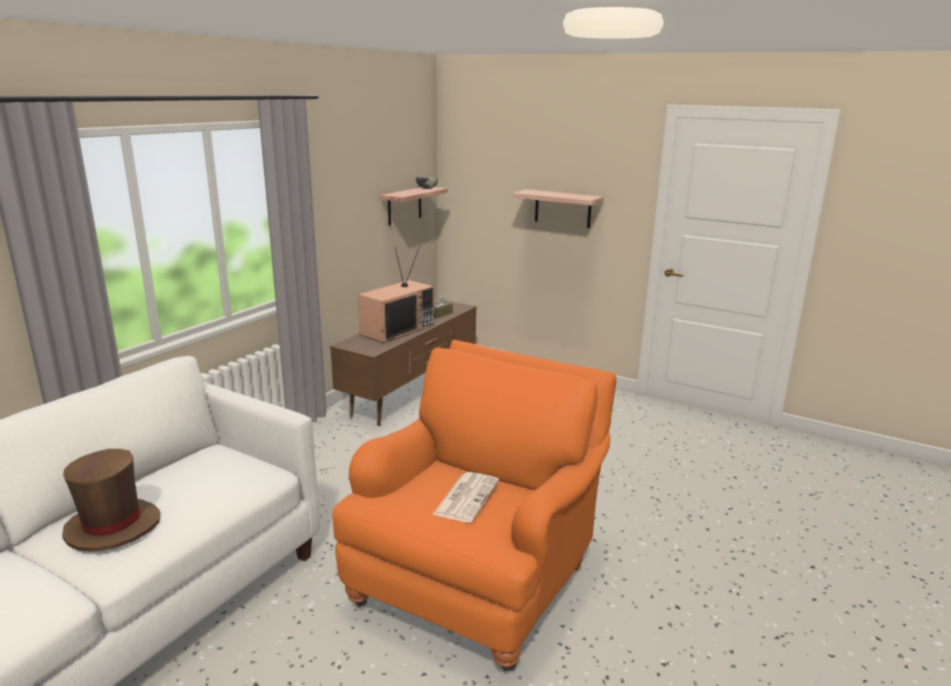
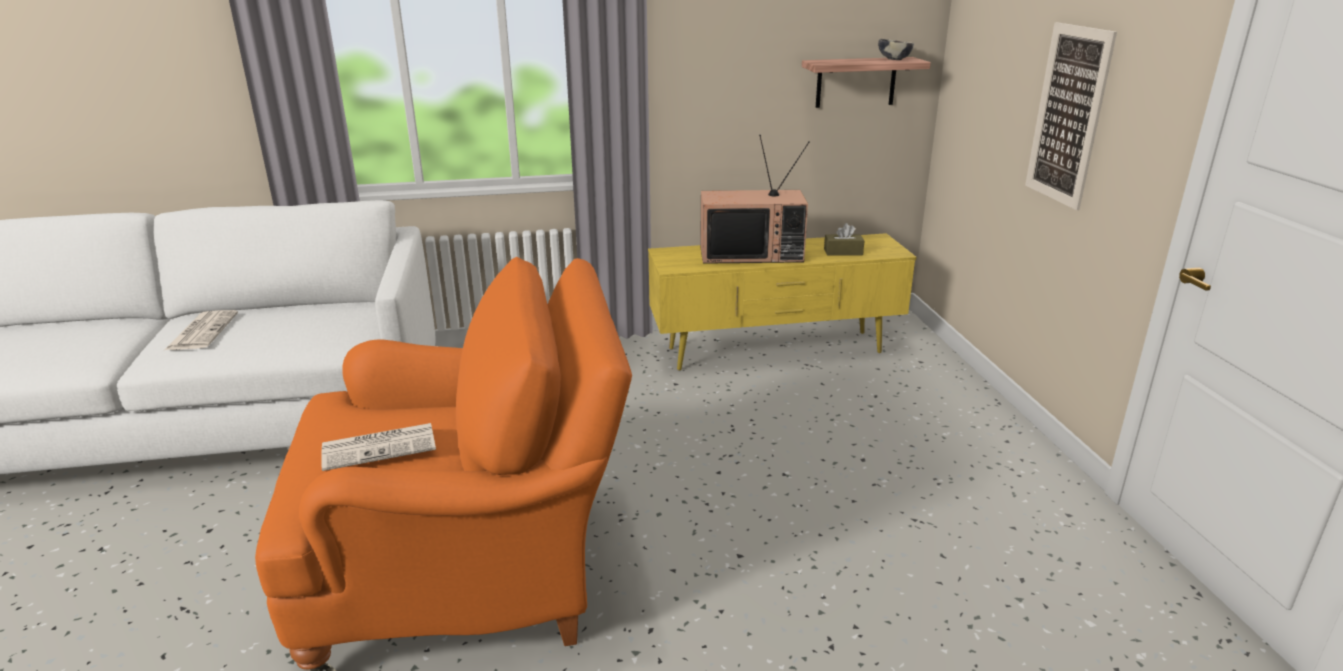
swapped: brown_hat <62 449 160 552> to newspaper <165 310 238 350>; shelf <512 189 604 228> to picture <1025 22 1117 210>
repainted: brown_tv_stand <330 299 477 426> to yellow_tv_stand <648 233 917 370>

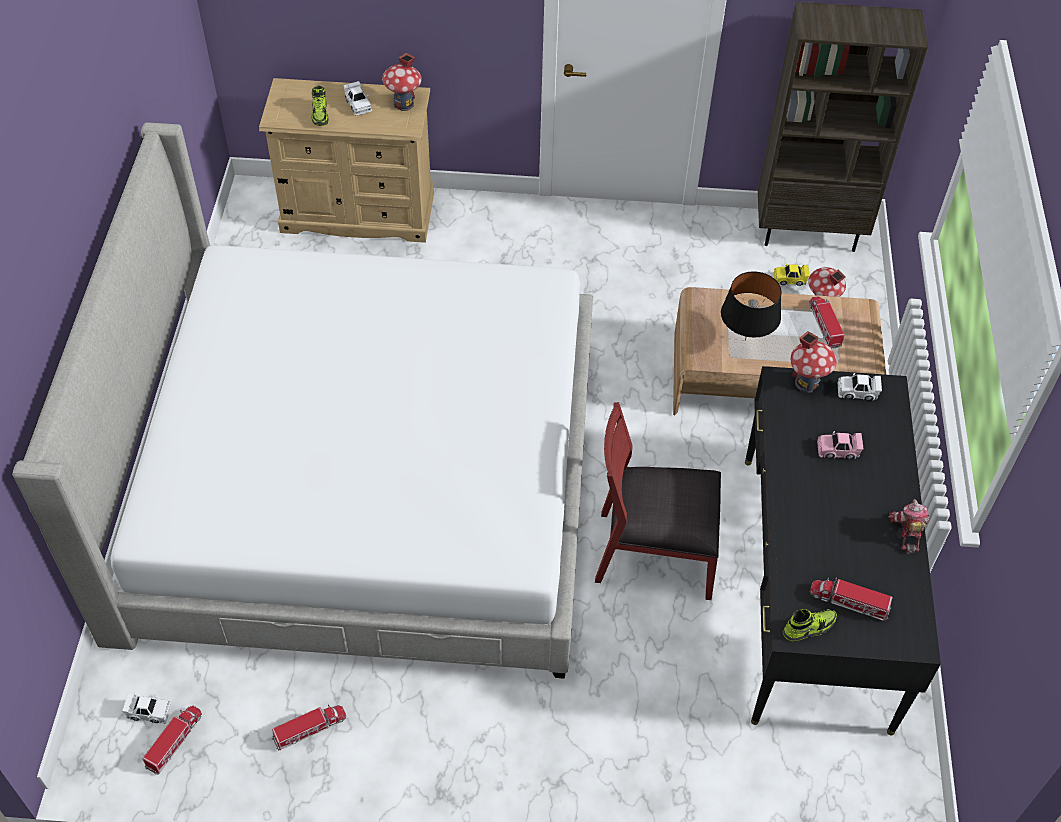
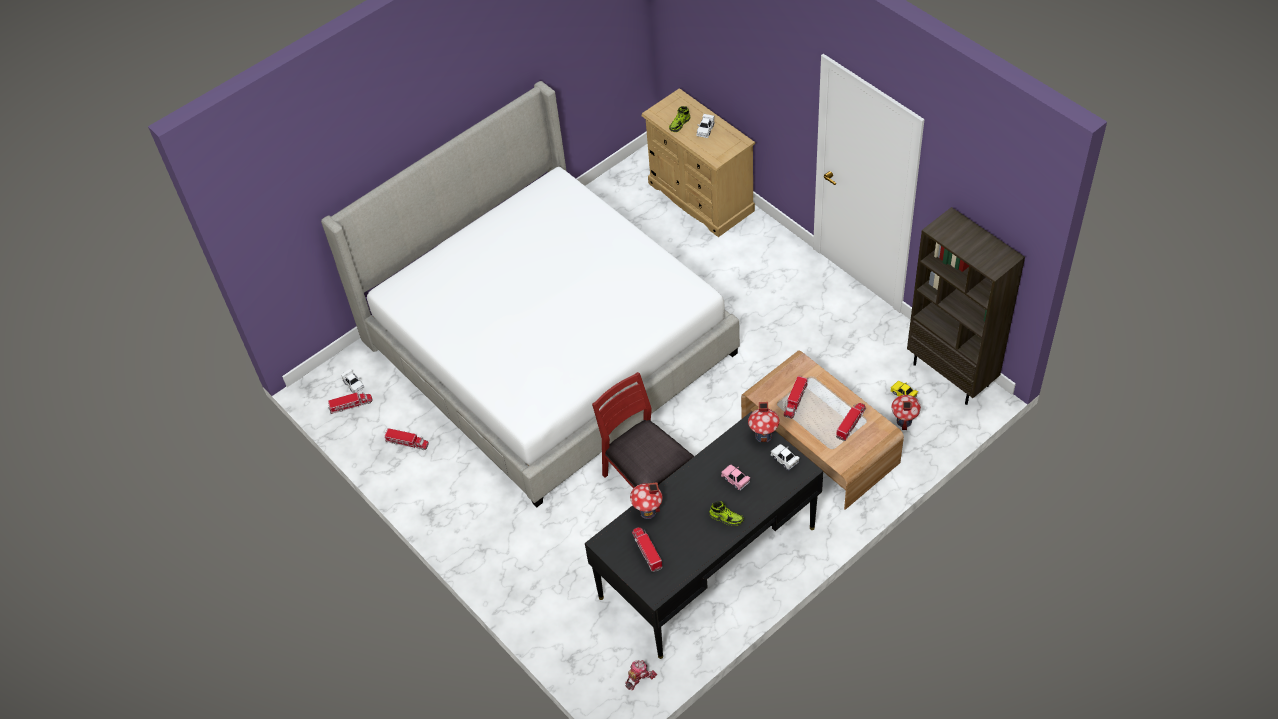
shifted: toy_house <382 53 422 111> to <630 482 663 519>; shoe <783 609 837 641> to <709 501 744 526>; toy_robot <889 499 929 554> to <625 660 657 690>
swapped: black_table_lamp <721 271 782 341> to toy_truck <784 376 807 419>

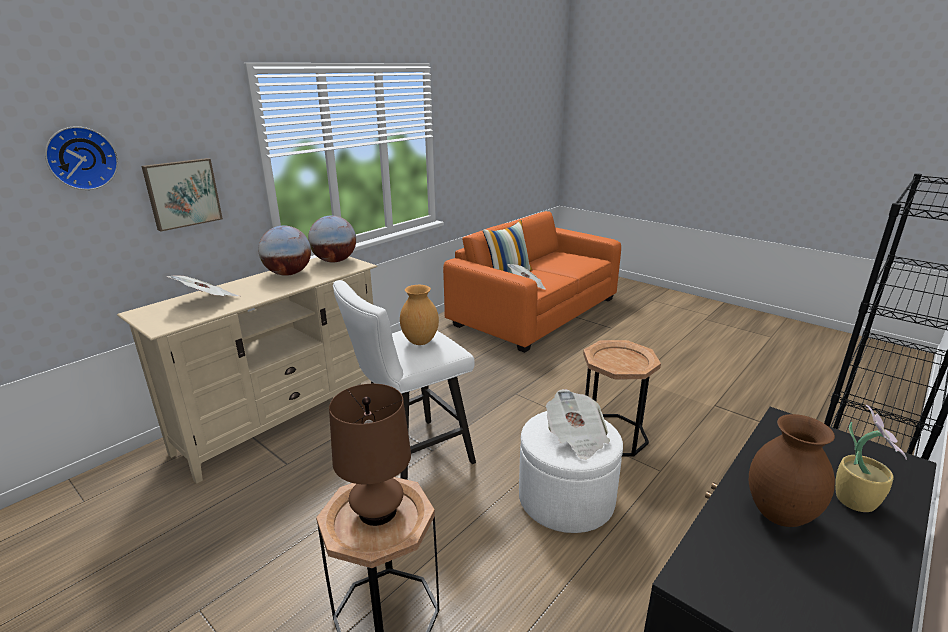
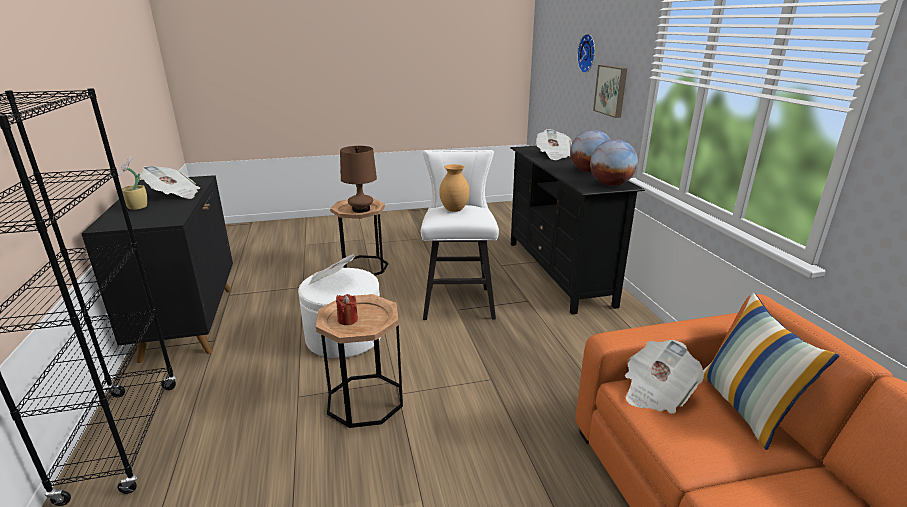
new: red_candle <336 294 358 325>
swapped: brown_vase <749 414 835 527> to newspaper <140 166 200 199>
repainted: beige_tv_stand <117 257 378 483> to black_tv_stand <511 146 645 314>

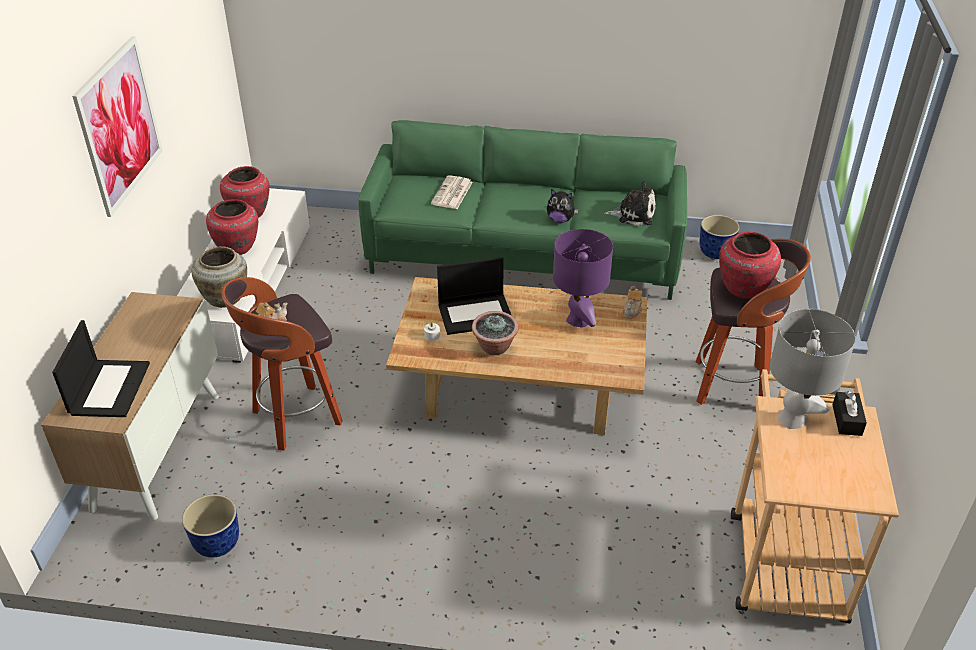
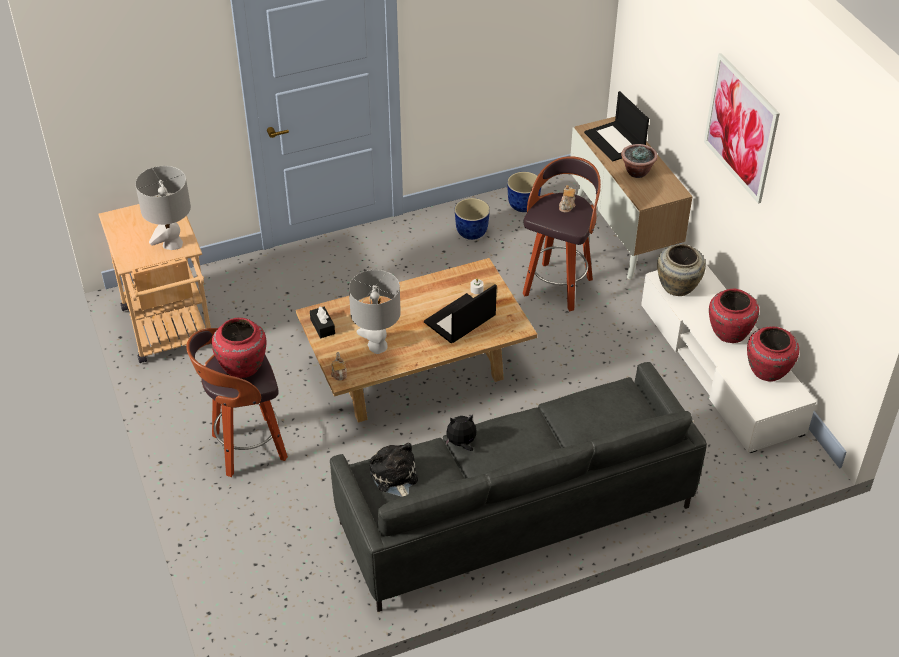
gone: newspaper <431 175 473 209>
shifted: potted_plant <472 311 519 355> to <621 144 658 178>; planter <699 215 740 259> to <455 198 490 240>; black_tissue_box <833 391 867 436> to <310 307 335 338>
repainted: green_sofa <358 120 687 300> to grey_sofa <330 362 707 612>; purple_table_lamp <553 229 613 328> to grey_table_lamp <349 270 401 354>
rotated: plush_toy <604 181 656 226> = <370 443 418 497> 90 degrees clockwise

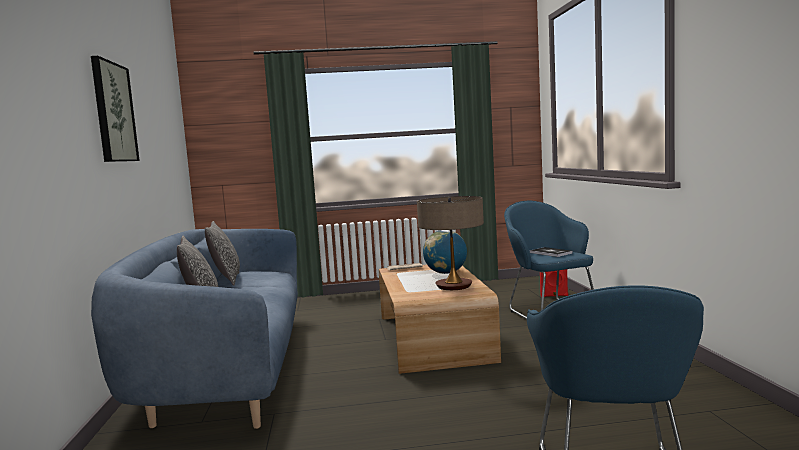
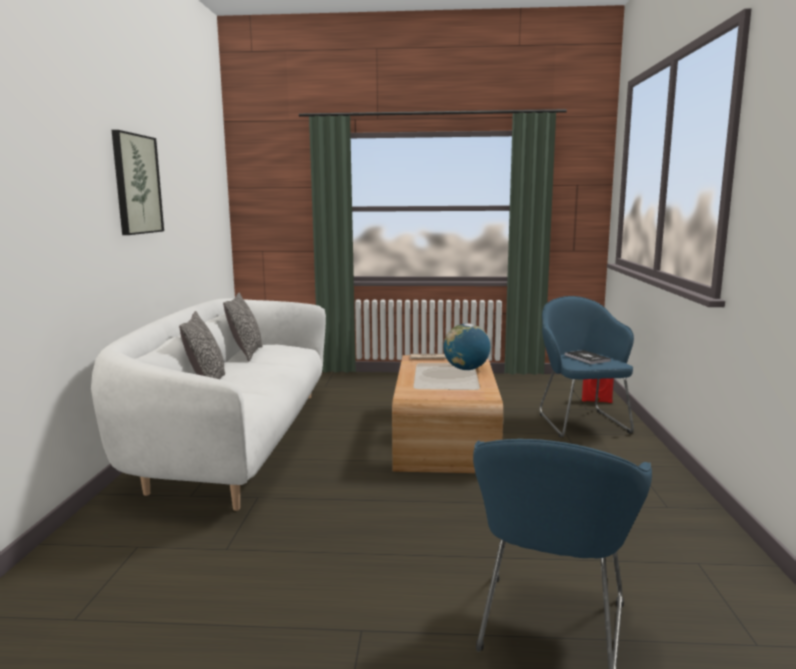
gone: table_lamp <417 196 484 290>
repainted: blue_sofa <91 229 298 429> to white_sofa <91 298 326 511>

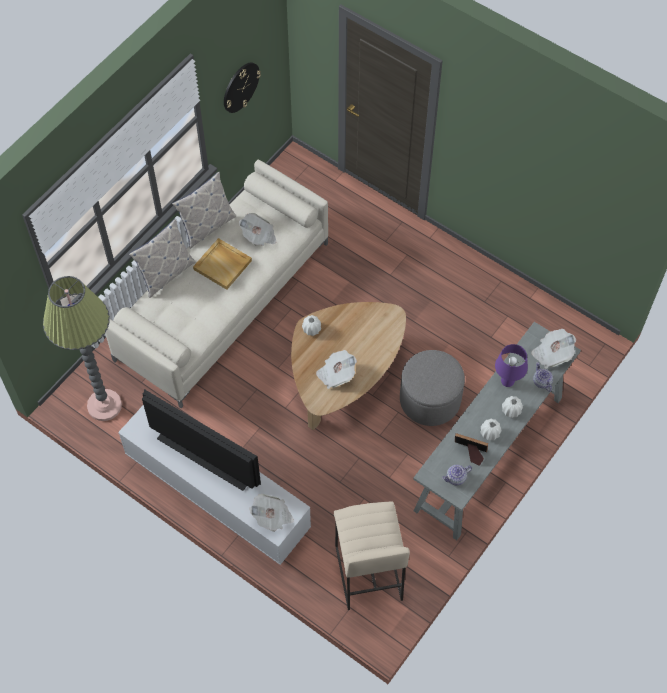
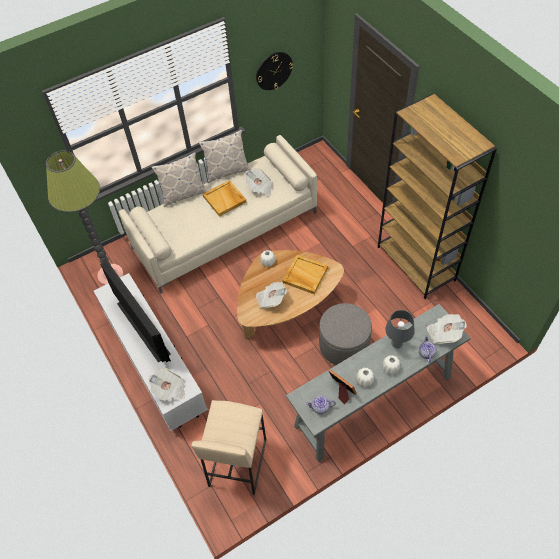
new: beige_tray <283 255 328 294>; brown_bookcase <378 94 497 299>
repainted: purple_table_lamp <495 344 528 387> to grey_table_lamp <385 310 415 349>

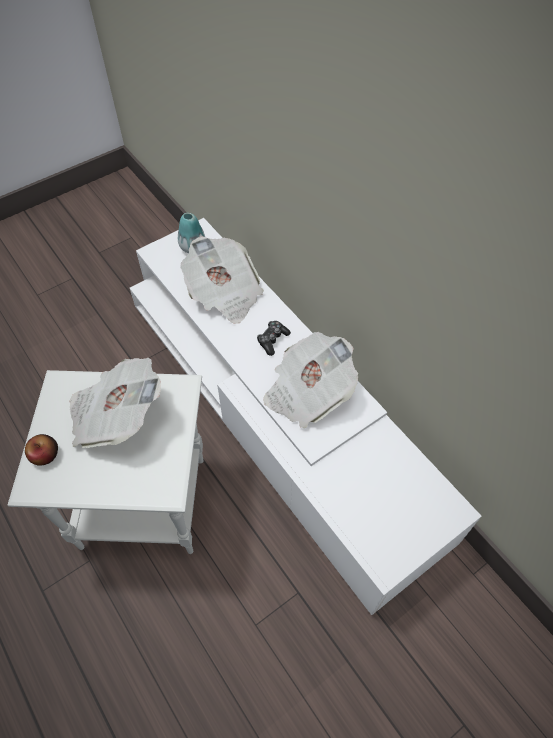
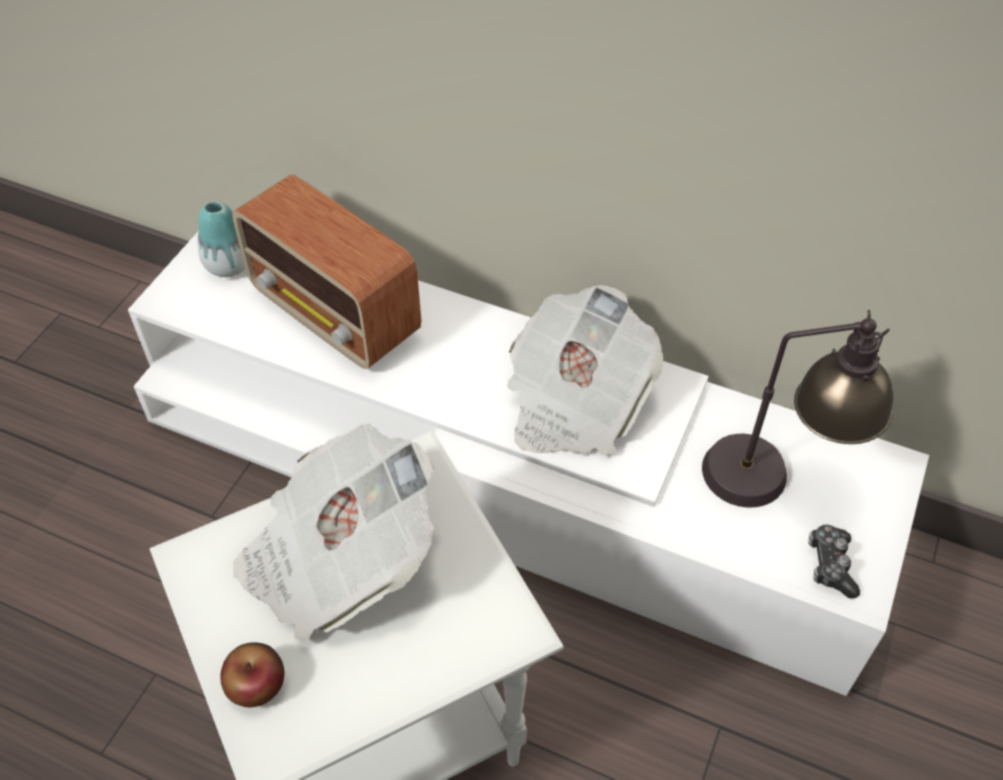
new: table_lamp <702 310 893 508>
shifted: game_controller <257 321 291 356> to <808 525 860 598>
swapped: newspaper <180 236 264 324> to radio <232 174 421 369>

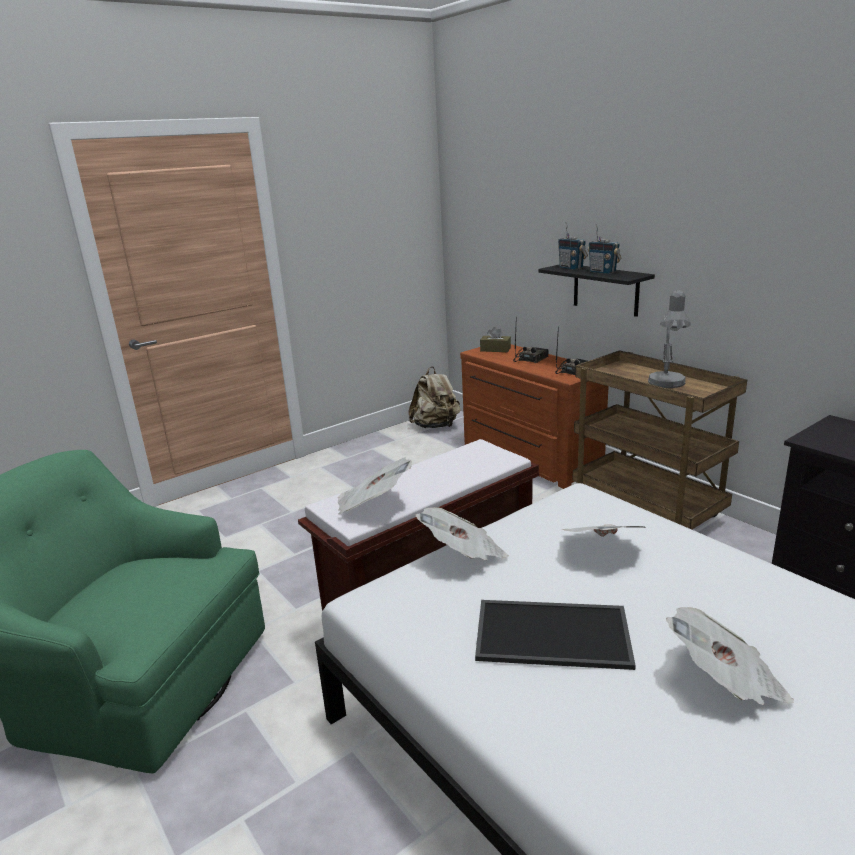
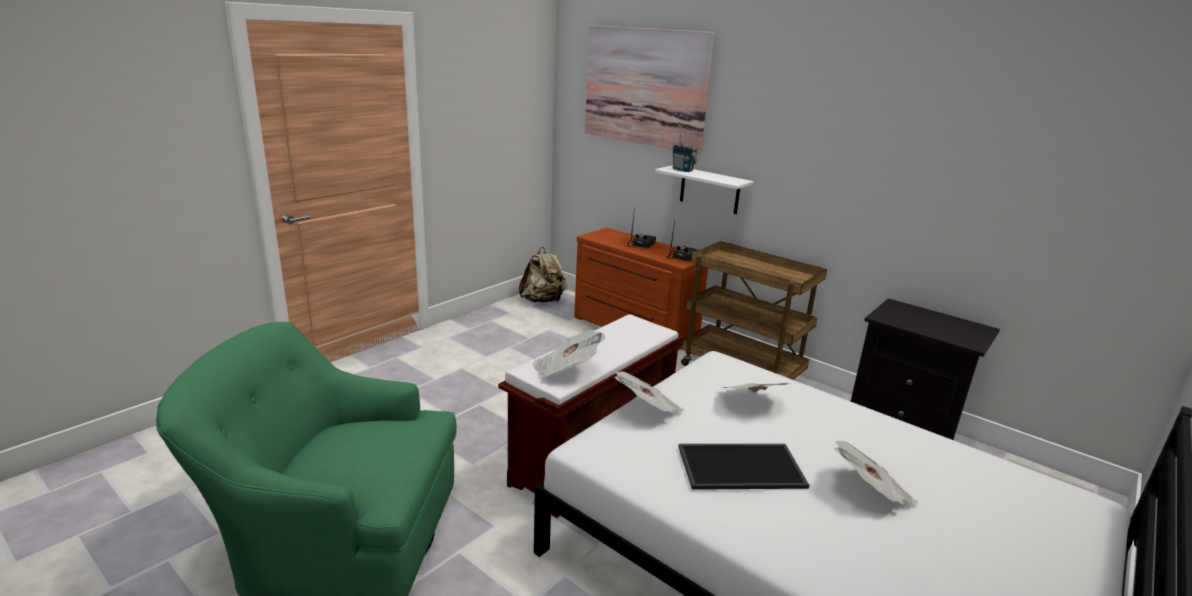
gone: brown_tissue_box <480 327 511 352>; radio <588 224 621 274>; grey_table_lamp <648 290 691 388>
new: picture <585 25 714 154>
repainted: black_shelf <539 264 655 317> to white_shelf <655 165 754 214>

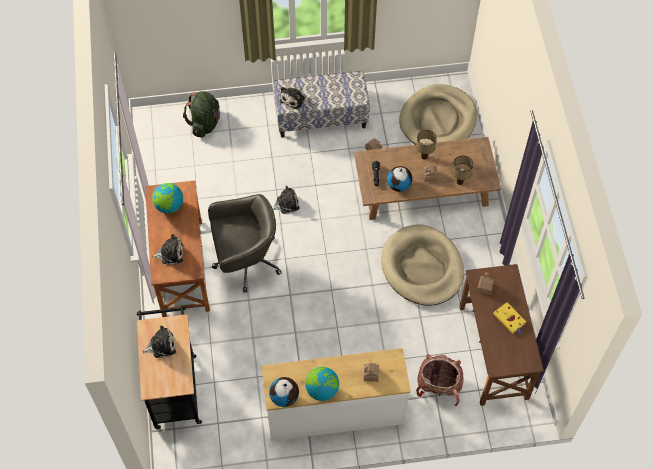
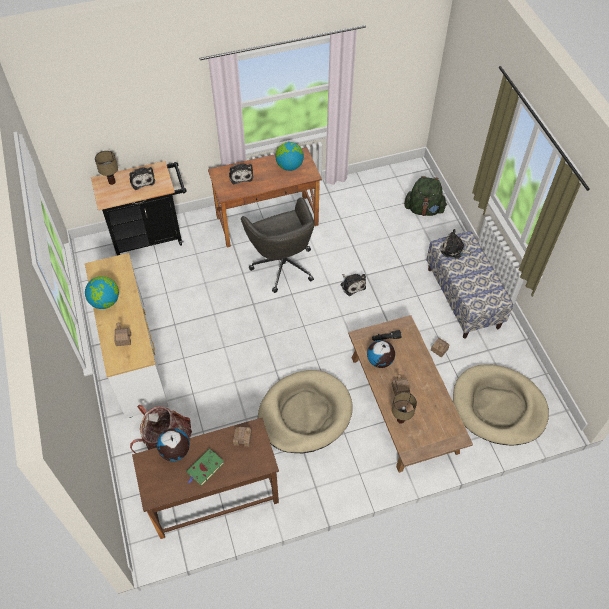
shifted: globe <269 377 299 407> to <157 428 190 461>; table_lamp <416 130 437 160> to <95 151 118 185>
repainted: yellow_book <493 302 526 334> to green_book <186 449 224 486>

